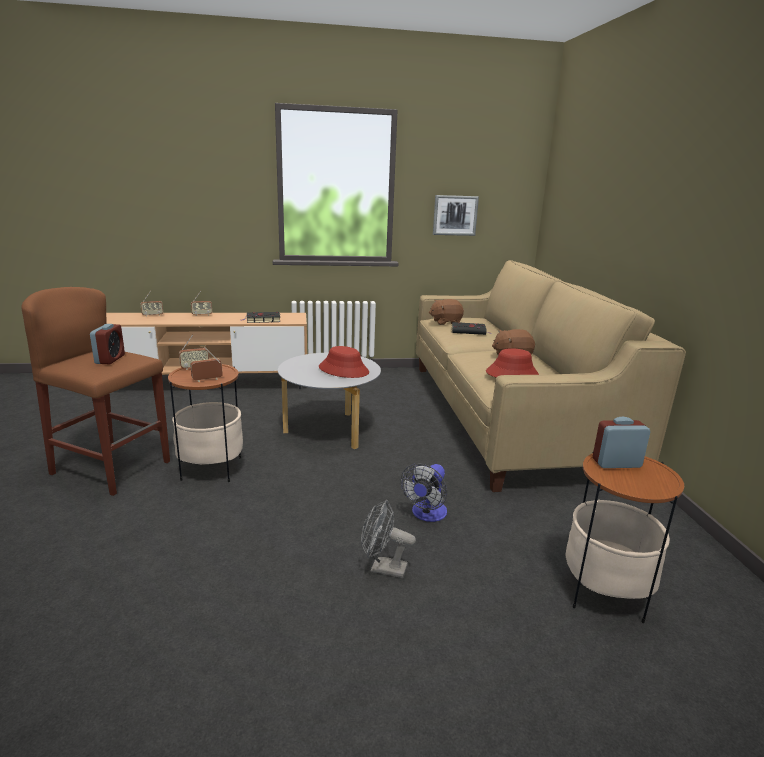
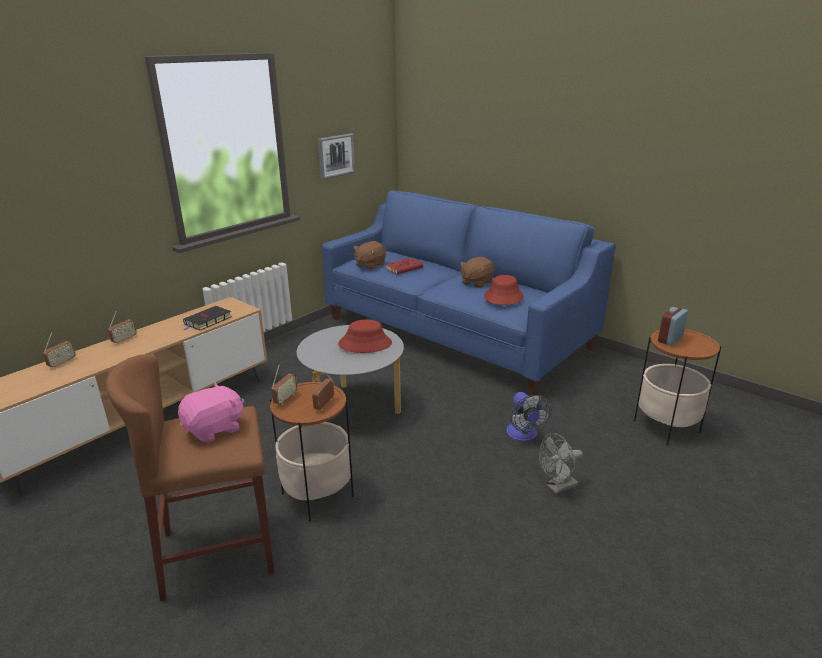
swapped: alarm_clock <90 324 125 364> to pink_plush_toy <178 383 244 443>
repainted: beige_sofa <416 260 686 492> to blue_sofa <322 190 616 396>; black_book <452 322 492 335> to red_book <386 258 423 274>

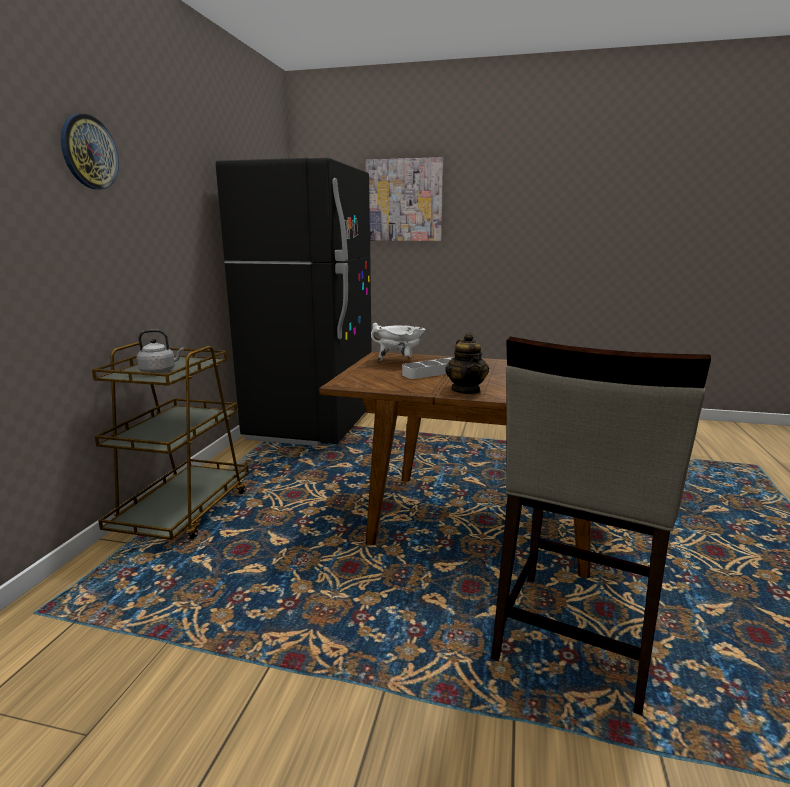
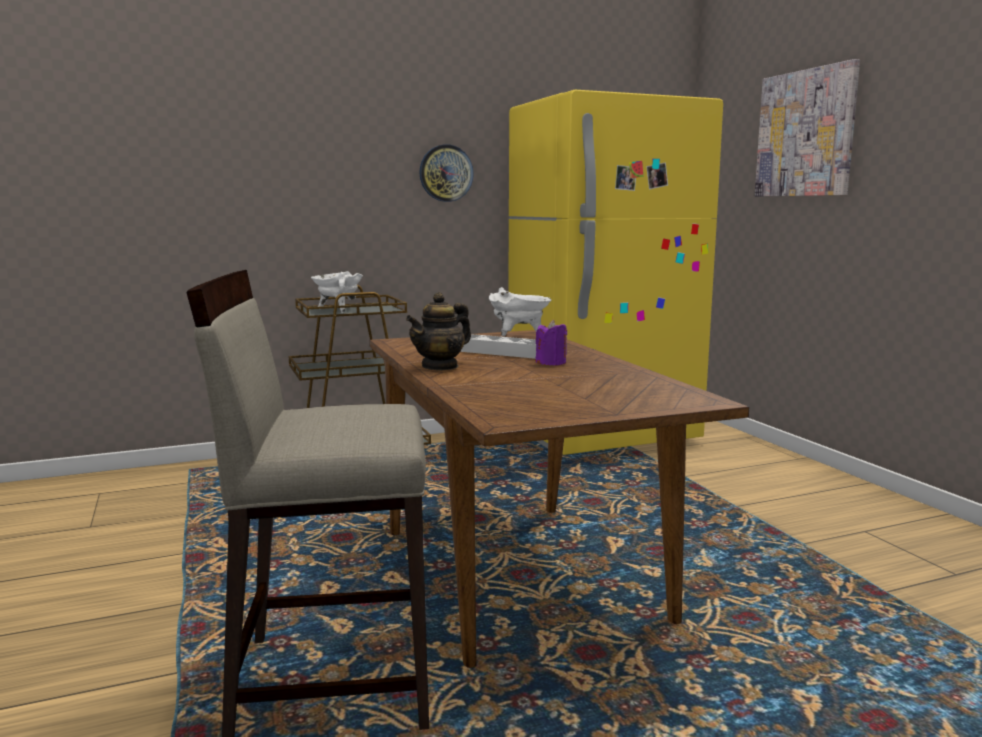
new: purple_candle <535 320 567 366>
shifted: wall_clock <61 114 119 190> to <419 144 474 202>
swapped: grey_kettle <136 330 184 373> to white_cooking_pot <311 271 363 313>
repainted: black_fridge <216 158 372 446> to yellow_fridge <508 90 723 455>

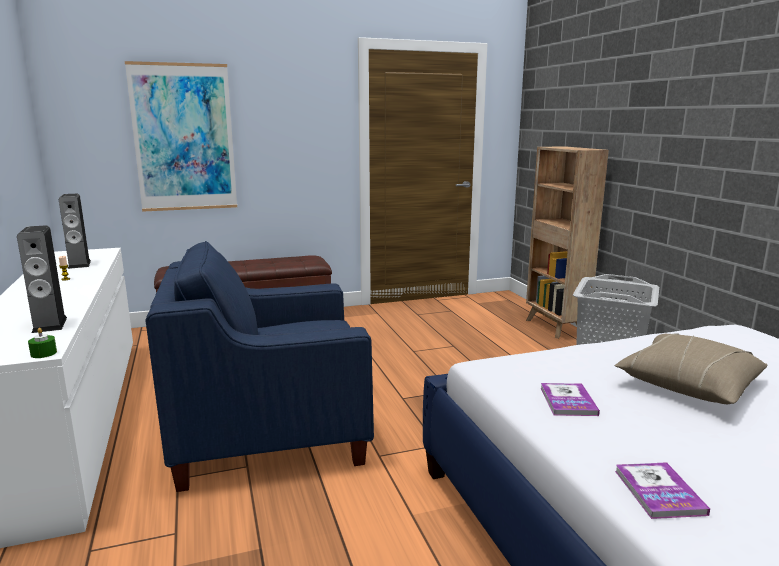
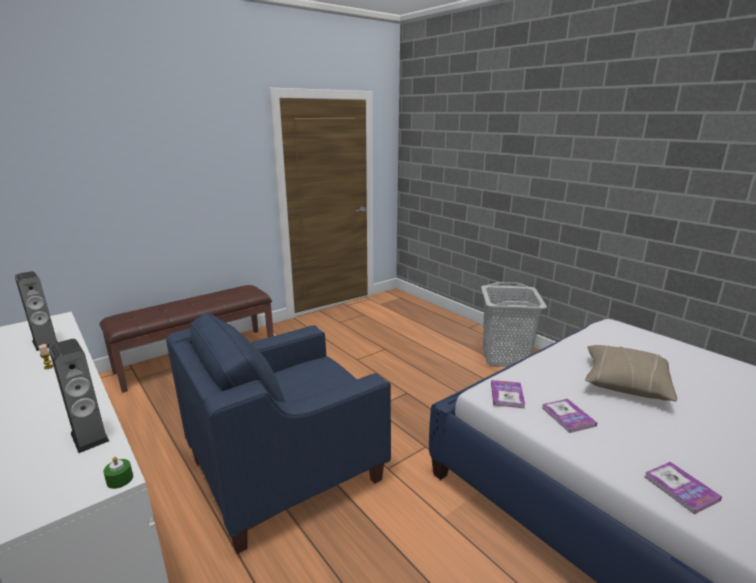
gone: picture <125 61 237 212>; brown_bookcase <526 146 609 339>
new: book <491 380 525 408>

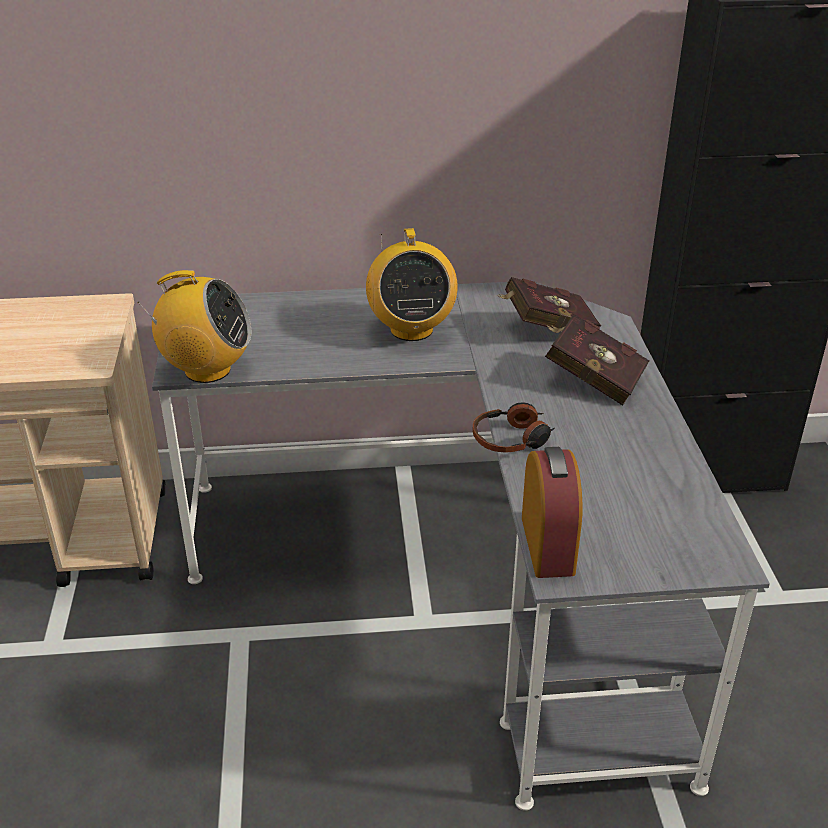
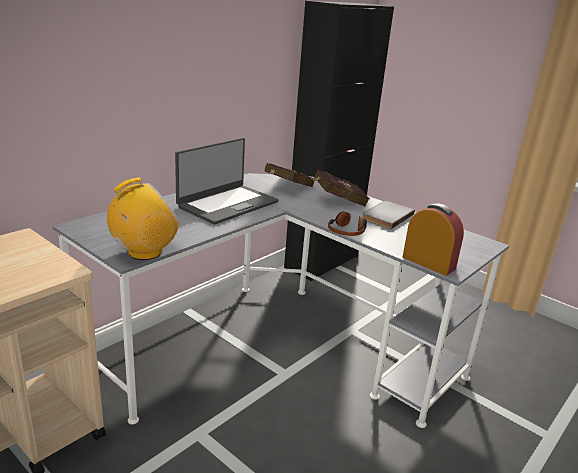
new: grey_book <362 201 415 229>
swapped: radio <366 228 458 341> to laptop <175 138 279 224>

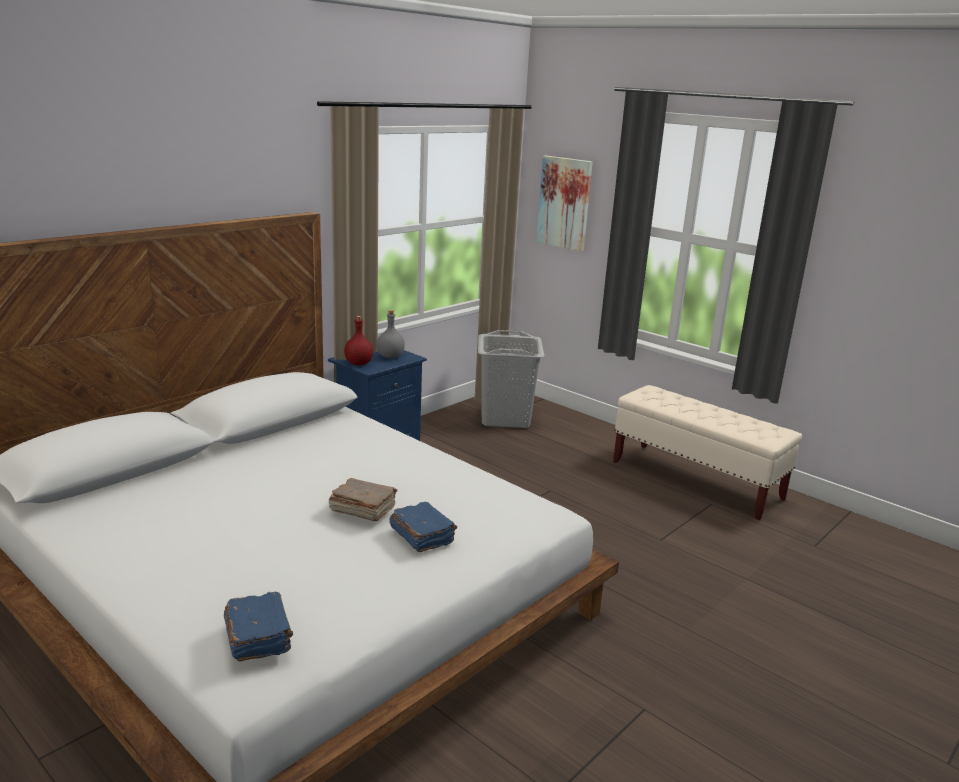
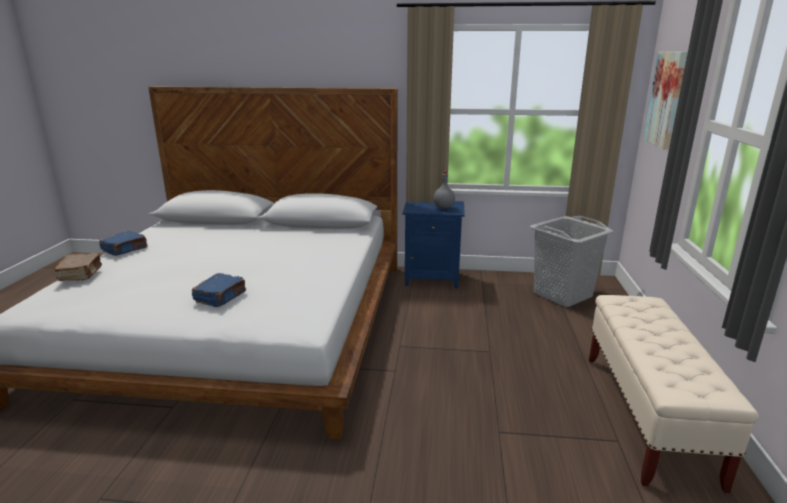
gone: red_bottle <344 316 373 365>
shifted: blue_book <224 592 293 661> to <99 231 147 256>; brown_book <329 478 397 521> to <54 253 102 281>

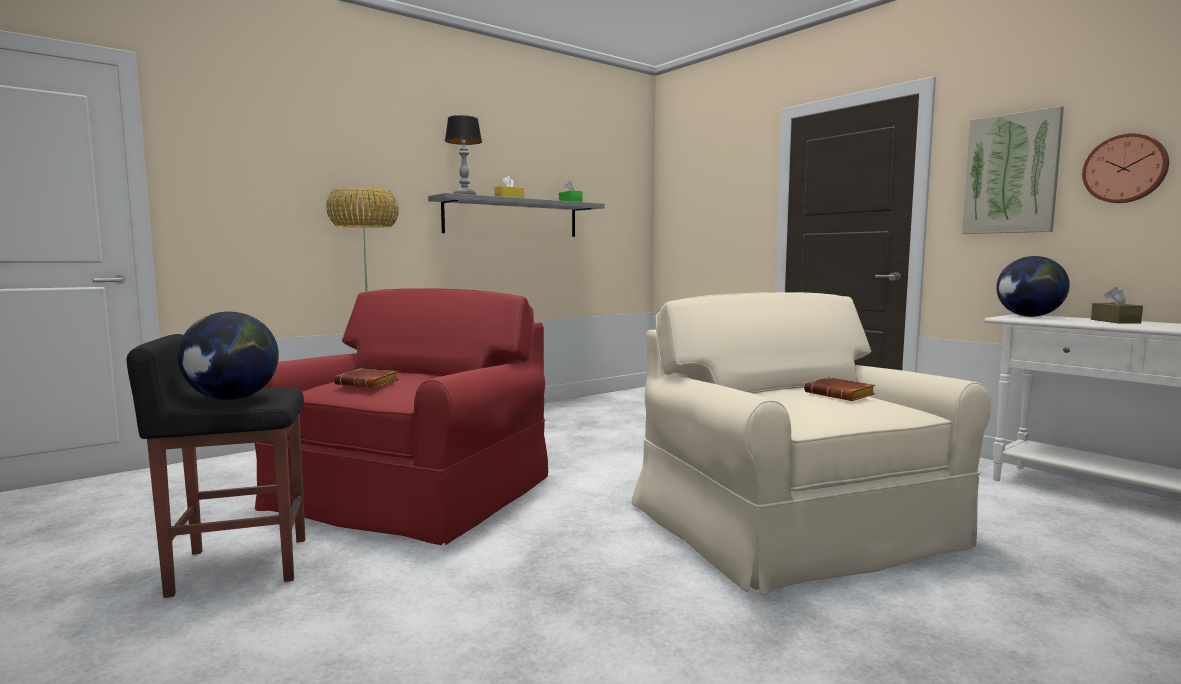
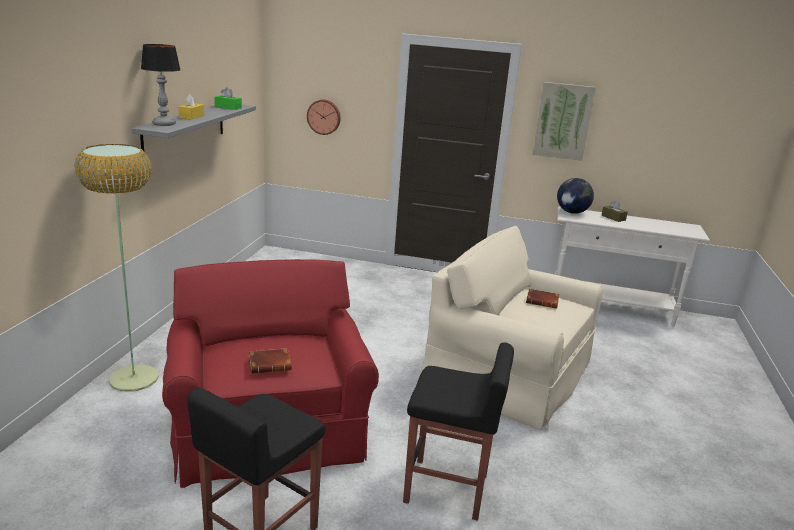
gone: globe <177 312 279 400>
new: black_stool <403 343 514 521>
shifted: wall_clock <1082 133 1169 203> to <307 100 341 135>

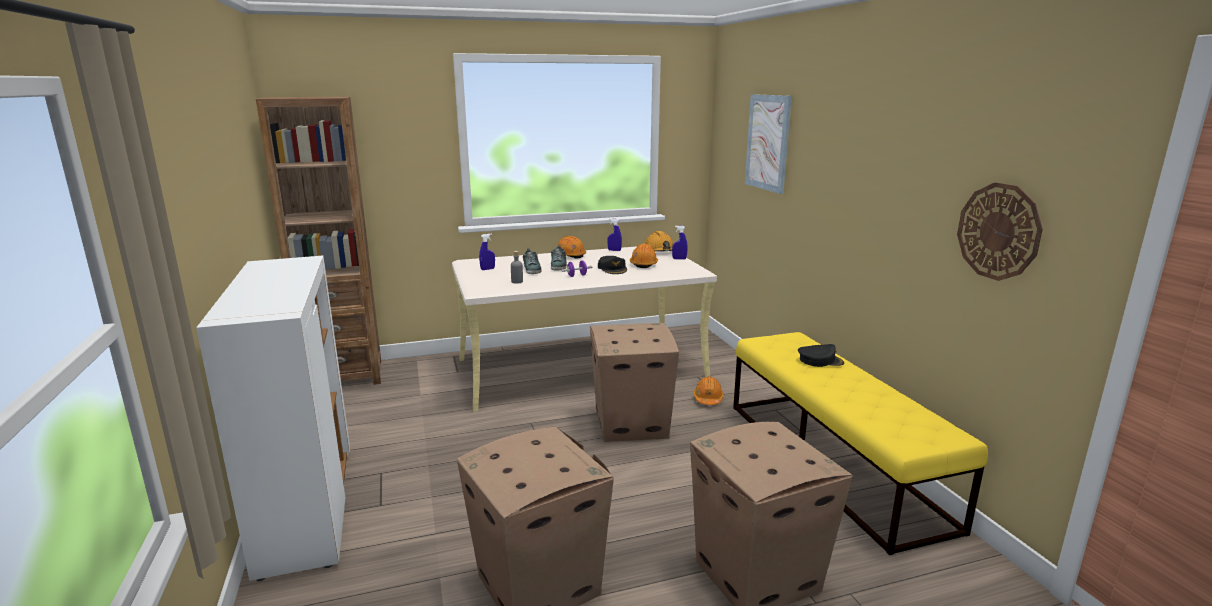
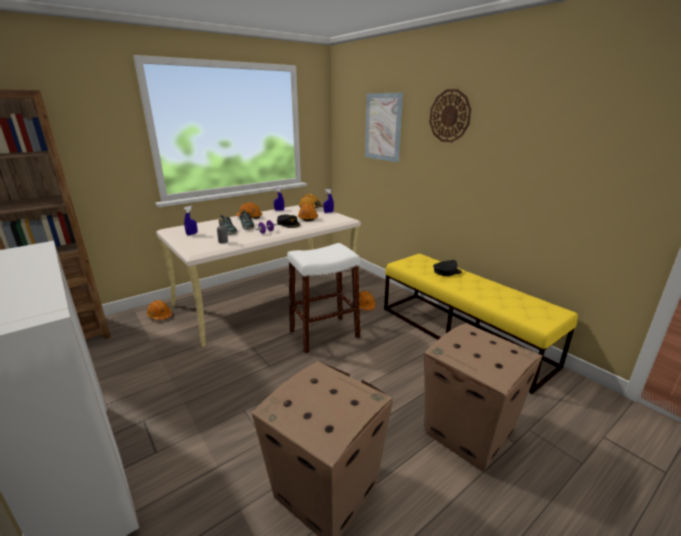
new: orange_hard_hat <147 300 172 320>
shifted: wall_clock <957 182 1043 281> to <429 89 471 142>
swapped: cardboard_box <590 323 679 442> to white_stool <287 243 361 354>

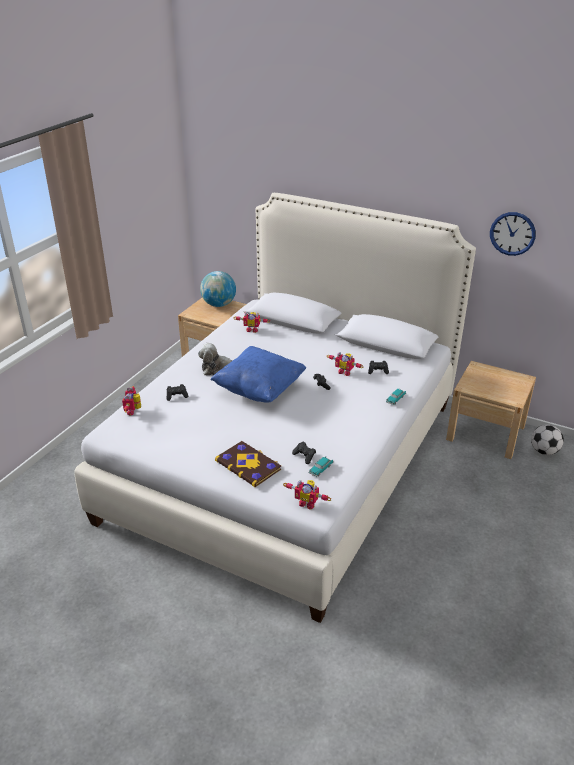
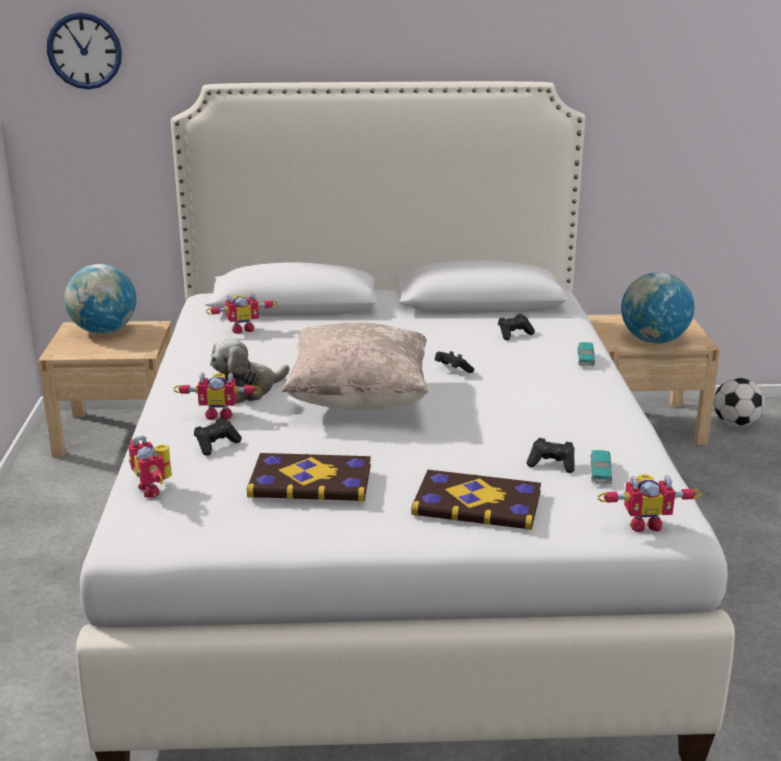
new: book <247 453 371 501>; globe <621 272 694 343>
shifted: toy_robot <327 352 364 376> to <173 372 261 420>; wall_clock <490 212 536 256> to <47 13 122 89>
repainted: blue_pillow <210 346 306 403> to beige_pillow <281 322 429 411>

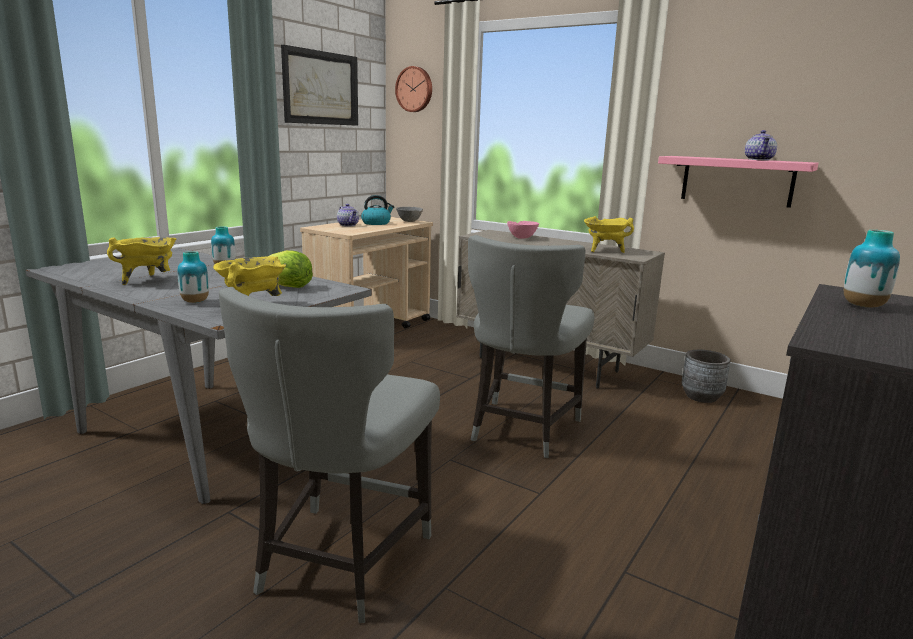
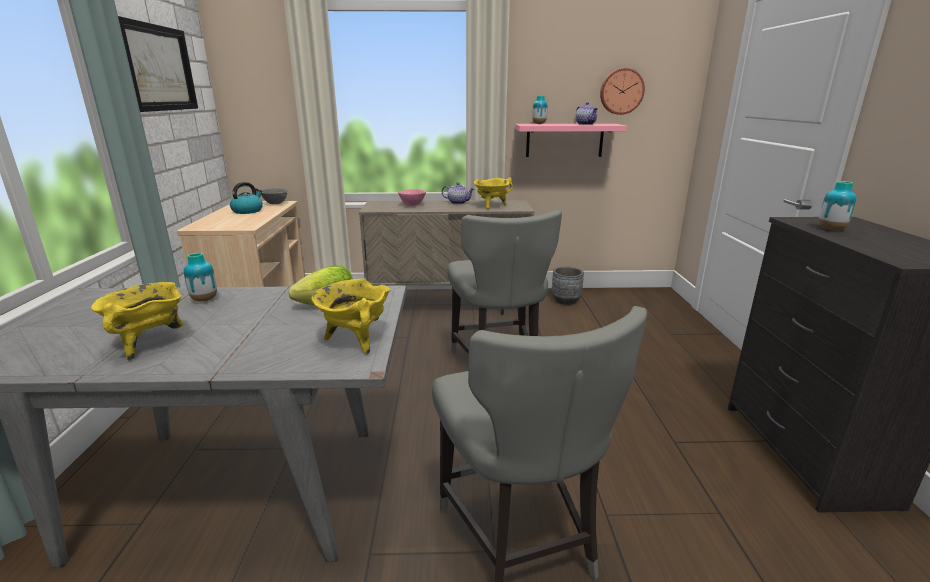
shifted: vase <178 251 209 303> to <532 96 547 124>; teapot <337 204 359 227> to <442 182 474 204>; wall_clock <395 66 432 112> to <600 68 645 115>

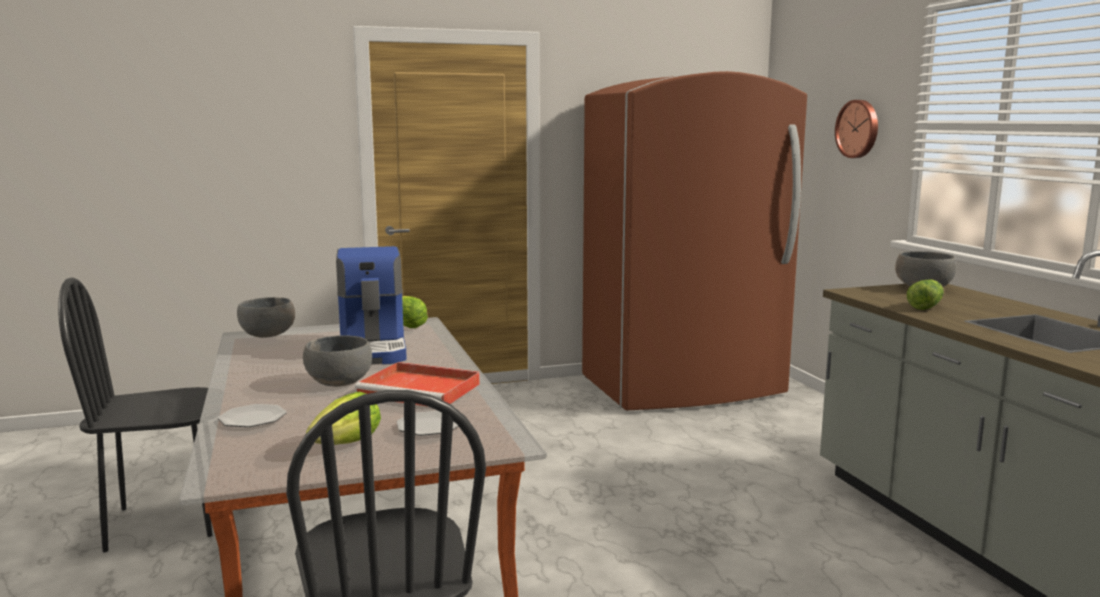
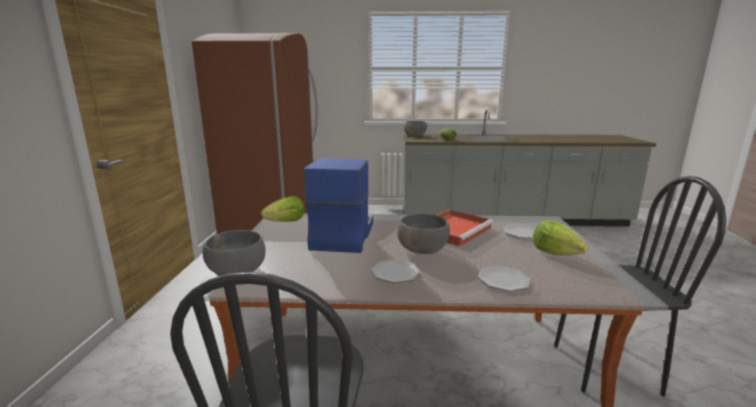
gone: wall_clock <835 100 878 158>
new: plate <371 260 421 283>
rotated: coffee_machine <336 246 407 364> = <304 158 373 253> 90 degrees counterclockwise

